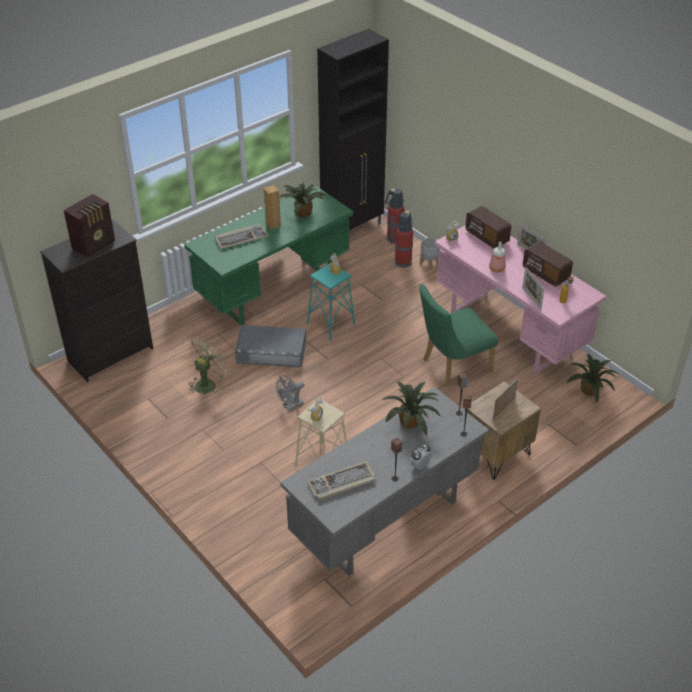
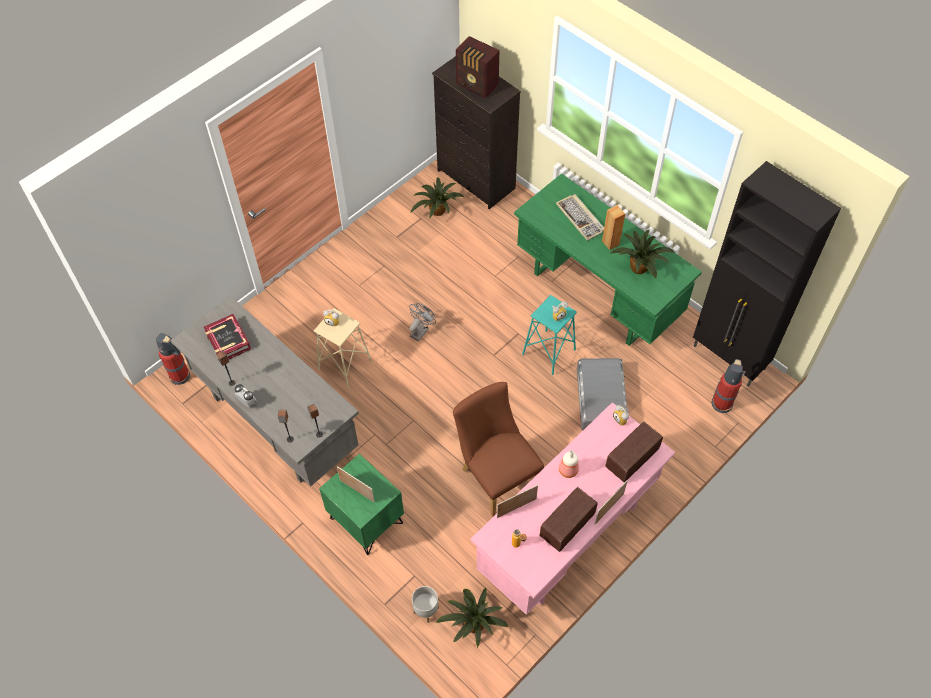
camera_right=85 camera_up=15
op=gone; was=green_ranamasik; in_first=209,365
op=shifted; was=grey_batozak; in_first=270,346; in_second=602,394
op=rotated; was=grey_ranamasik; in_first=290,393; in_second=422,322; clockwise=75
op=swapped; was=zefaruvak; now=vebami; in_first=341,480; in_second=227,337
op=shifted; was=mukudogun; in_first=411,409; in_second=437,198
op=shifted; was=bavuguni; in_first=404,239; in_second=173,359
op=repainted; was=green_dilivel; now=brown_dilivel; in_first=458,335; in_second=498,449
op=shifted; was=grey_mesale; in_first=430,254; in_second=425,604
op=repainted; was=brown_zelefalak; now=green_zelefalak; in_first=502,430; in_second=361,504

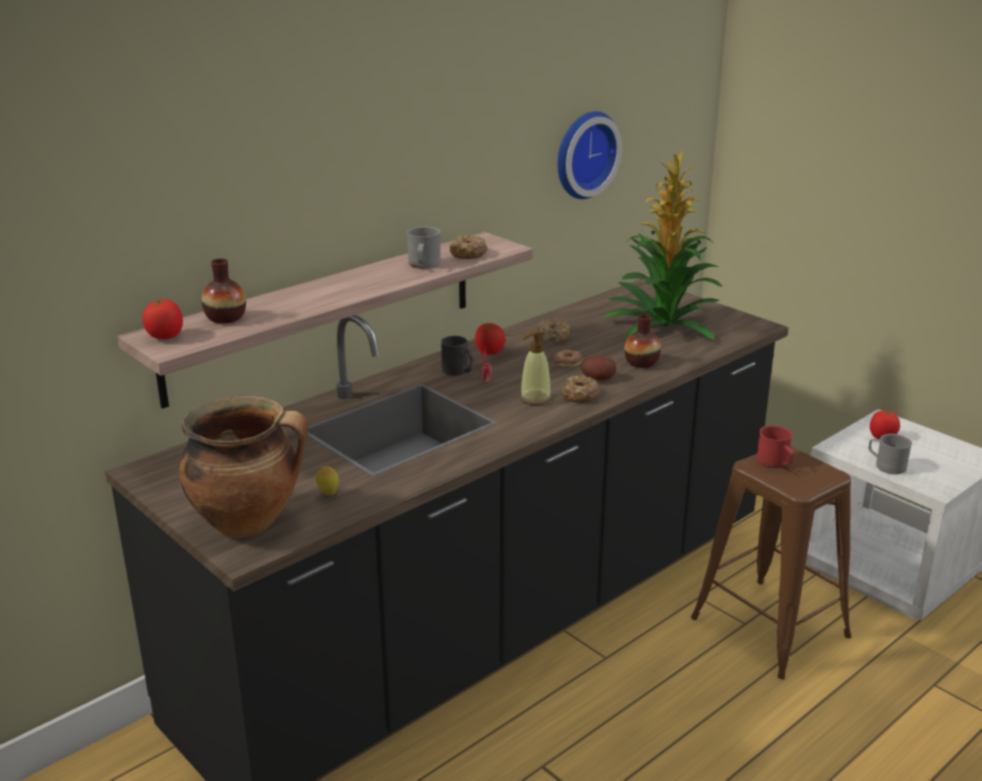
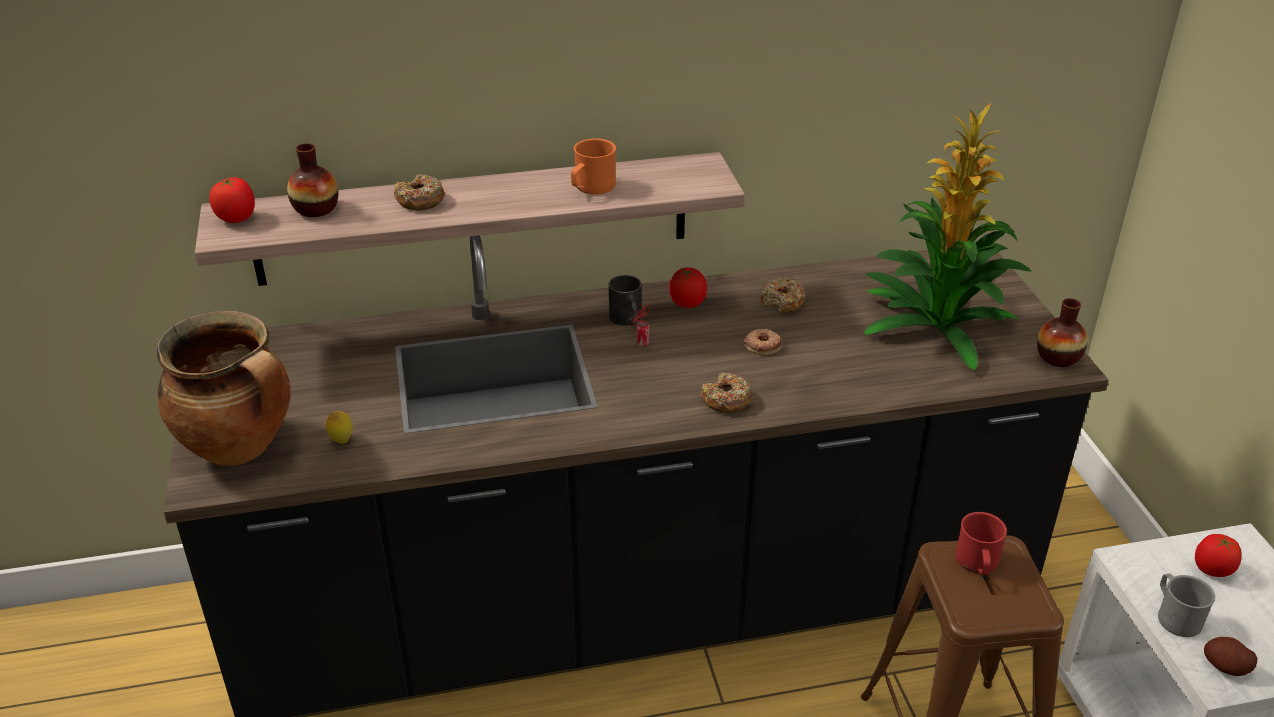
camera_right=30 camera_up=10
op=repainted; was=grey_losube; now=orange_losube; in_first=424,247; in_second=593,166
op=shifted; was=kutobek; in_first=468,247; in_second=419,192
op=gone; was=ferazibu; in_first=535,367
op=gone; was=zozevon; in_first=590,155
op=shifted; was=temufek; in_first=598,367; in_second=1230,656
op=shifted; was=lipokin; in_first=642,341; in_second=1062,332

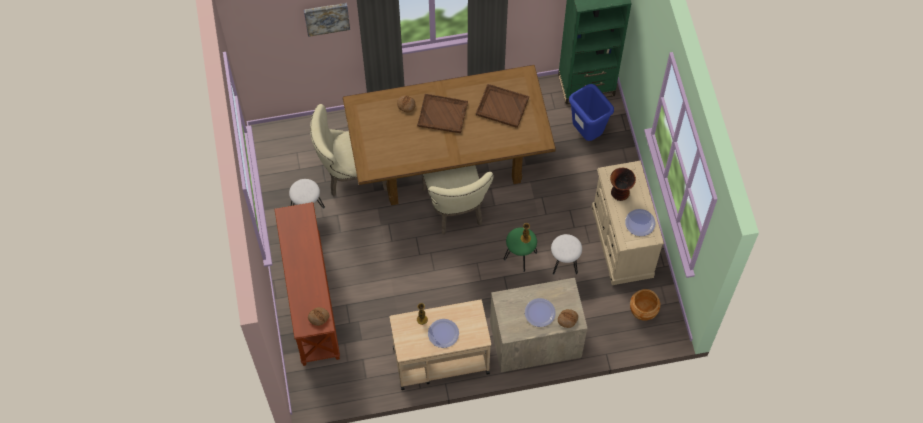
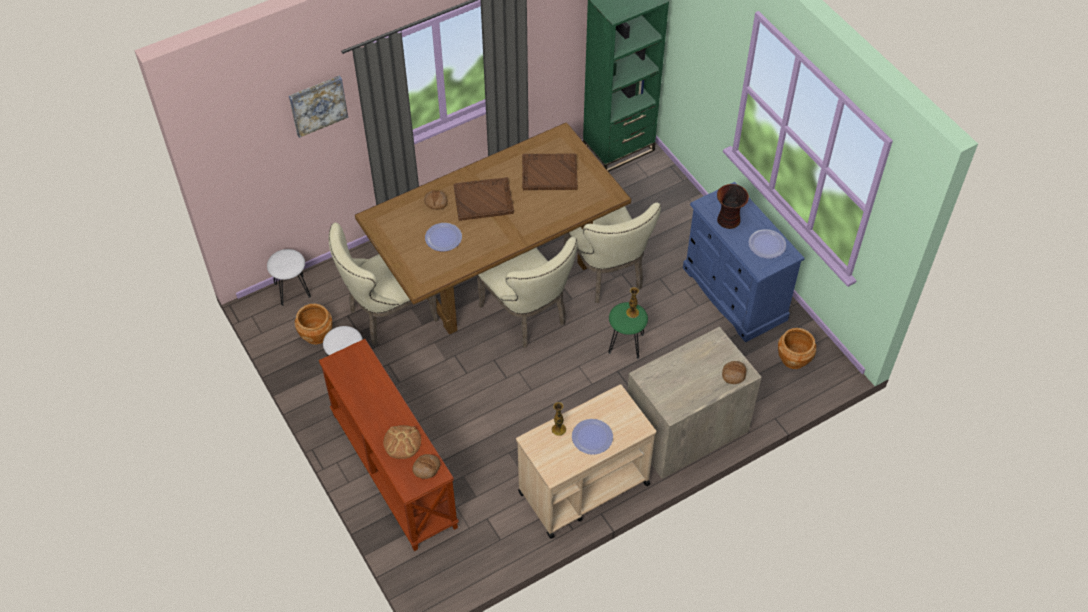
camera_right=-20 camera_up=-10
op=shifted; was=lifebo; in_first=540,312; in_second=443,237
op=shifted; was=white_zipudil; in_first=566,254; in_second=289,277
op=gone; was=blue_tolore; in_first=591,112
op=repainted; was=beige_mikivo; now=blue_mikivo; in_first=628,223; in_second=744,262
op=new; now=brown_mesale; in_second=313,324
op=new; now=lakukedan; in_second=402,442
op=new; now=beige_dilivel; in_second=612,253

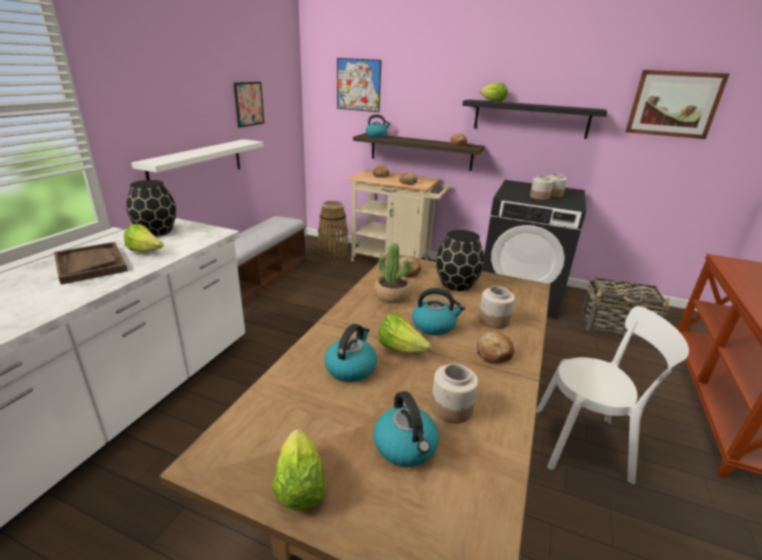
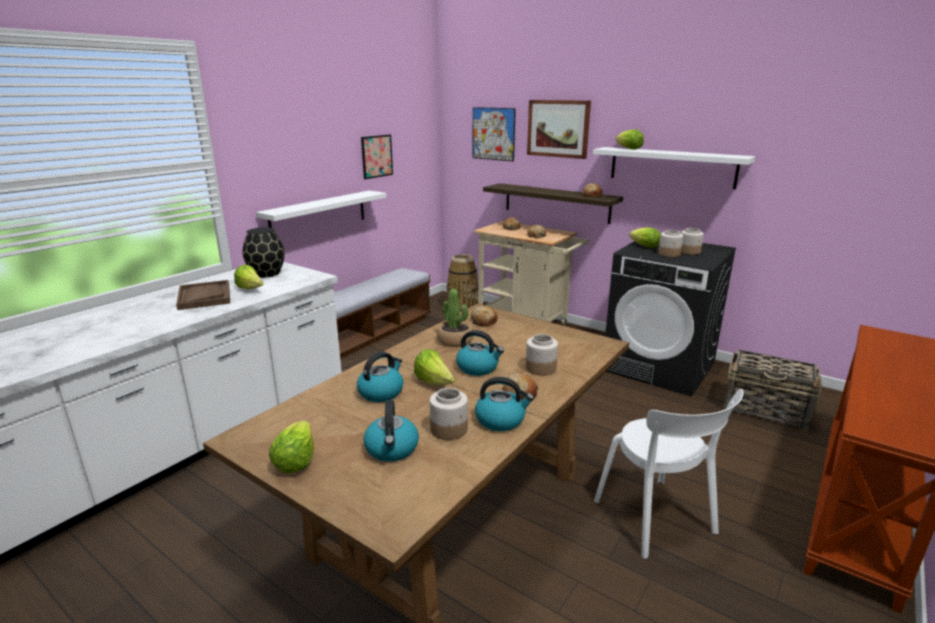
camera_right=15 camera_up=-5
op=shifted; was=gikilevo; in_first=378,126; in_second=504,404
op=gone; was=black_lipokin; in_first=460,260
op=repainted; was=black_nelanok; now=white_nelanok; in_first=534,119; in_second=674,168
op=rotated; was=white_dilivel; in_first=612,395; in_second=669,474; clockwise=45
op=shifted; was=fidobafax; in_first=677,104; in_second=559,129
op=new; now=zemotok; in_second=645,237

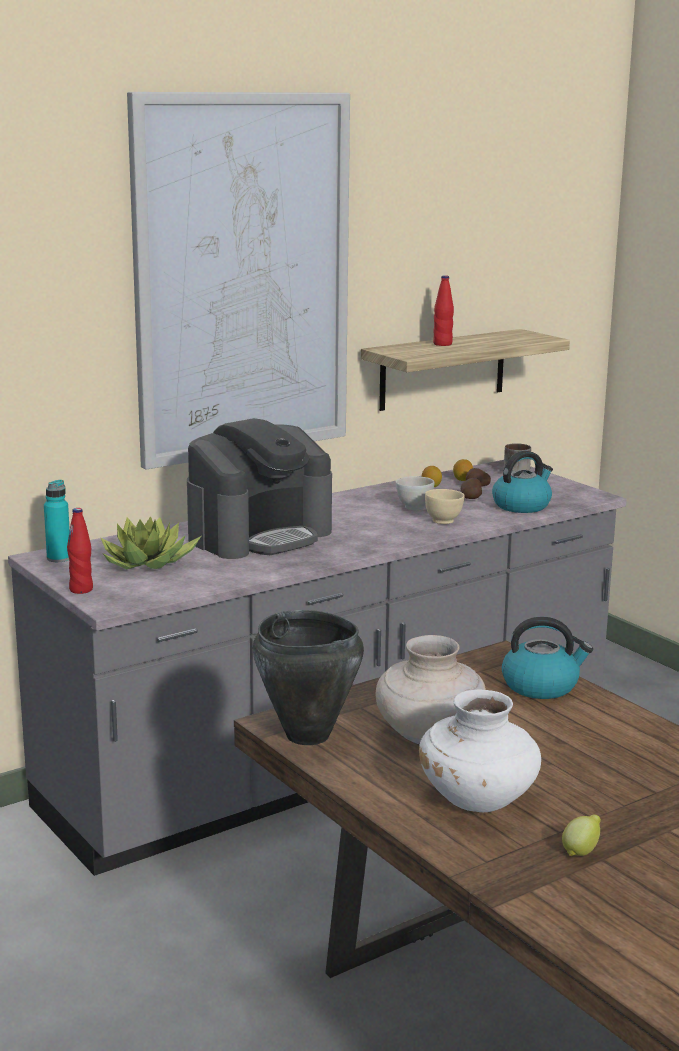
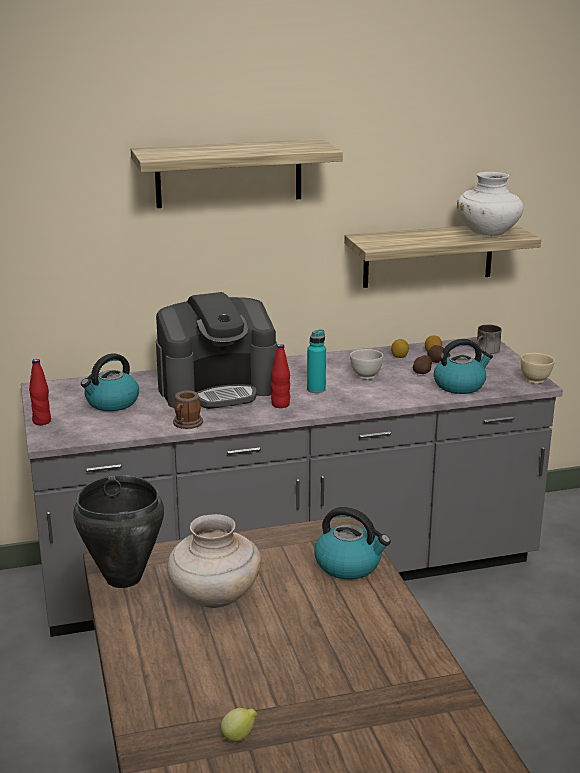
camera_right=20 camera_up=5
op=shifted; was=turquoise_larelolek; in_first=57,521; in_second=316,361
op=swapped; was=mukudogun; now=gikilevo; in_first=151,542; in_second=110,382
op=swapped; was=fidobafax; now=nelanok; in_first=238,280; in_second=237,173
op=shifted; was=white_lipokin; in_first=480,751; in_second=490,204
op=shifted; was=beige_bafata; in_first=445,506; in_second=538,368
op=shifted; was=red_larelolek; in_first=443,310; in_second=280,376
op=new; now=losube; in_second=188,410

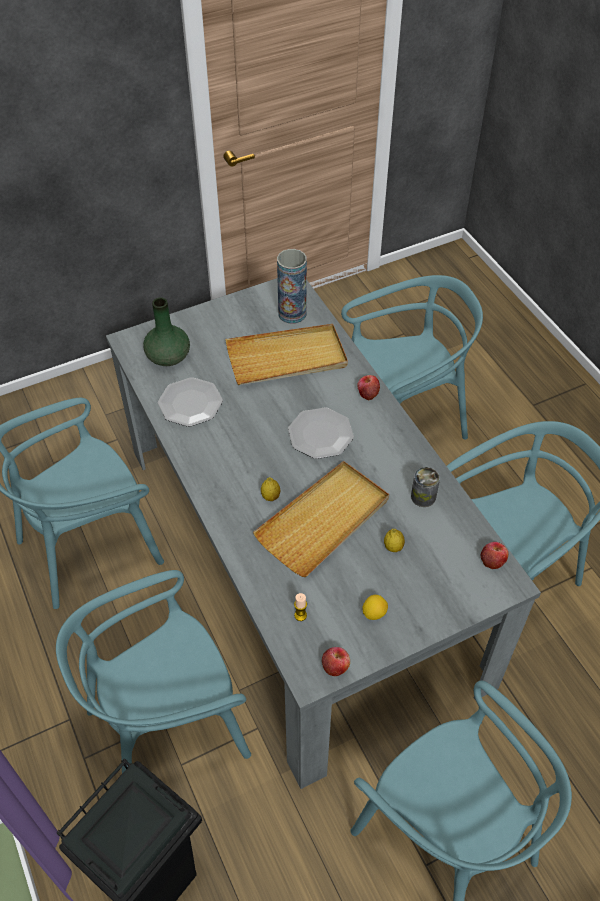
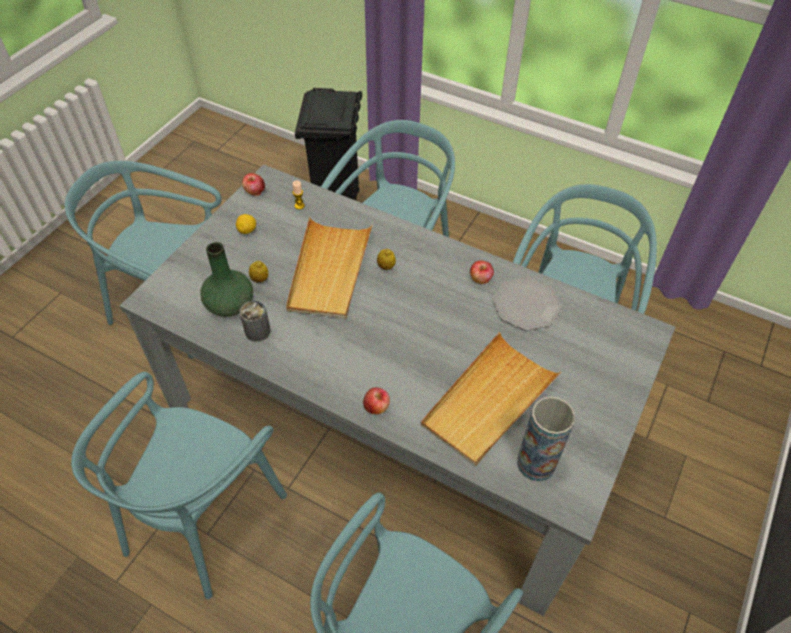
camera_right=145 camera_up=0
op=shifted; was=green_lipokin; in_first=166,331; in_second=226,279
op=gone; was=lifebo; in_first=321,433
op=shifted; was=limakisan; in_first=495,555; in_second=482,272

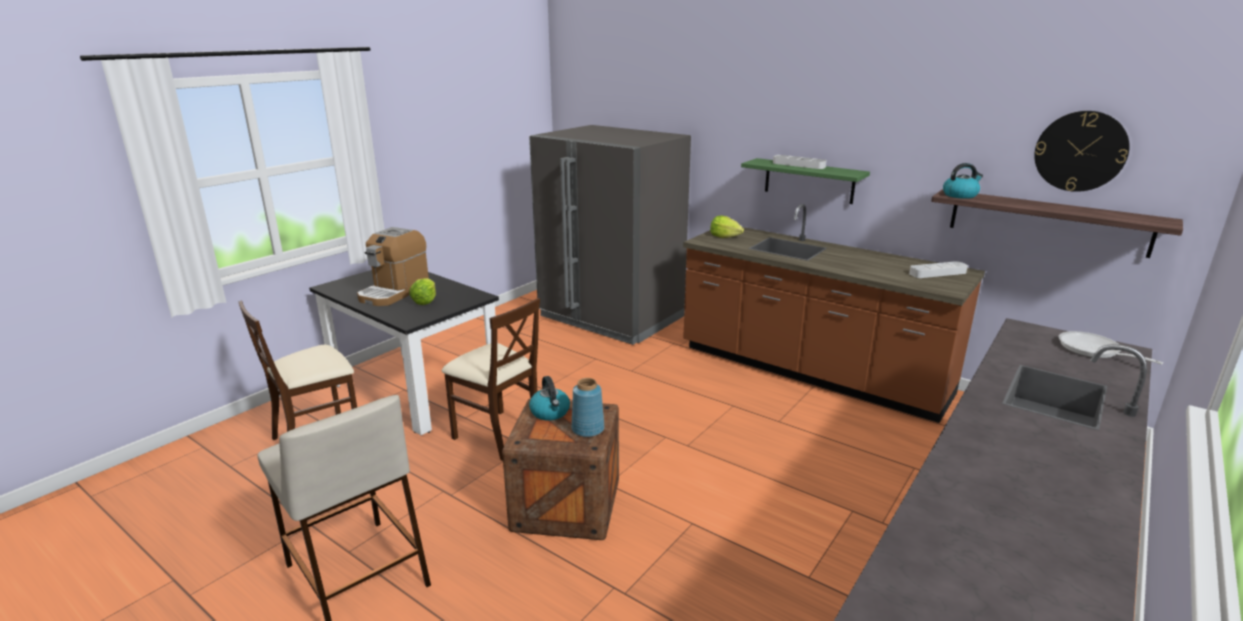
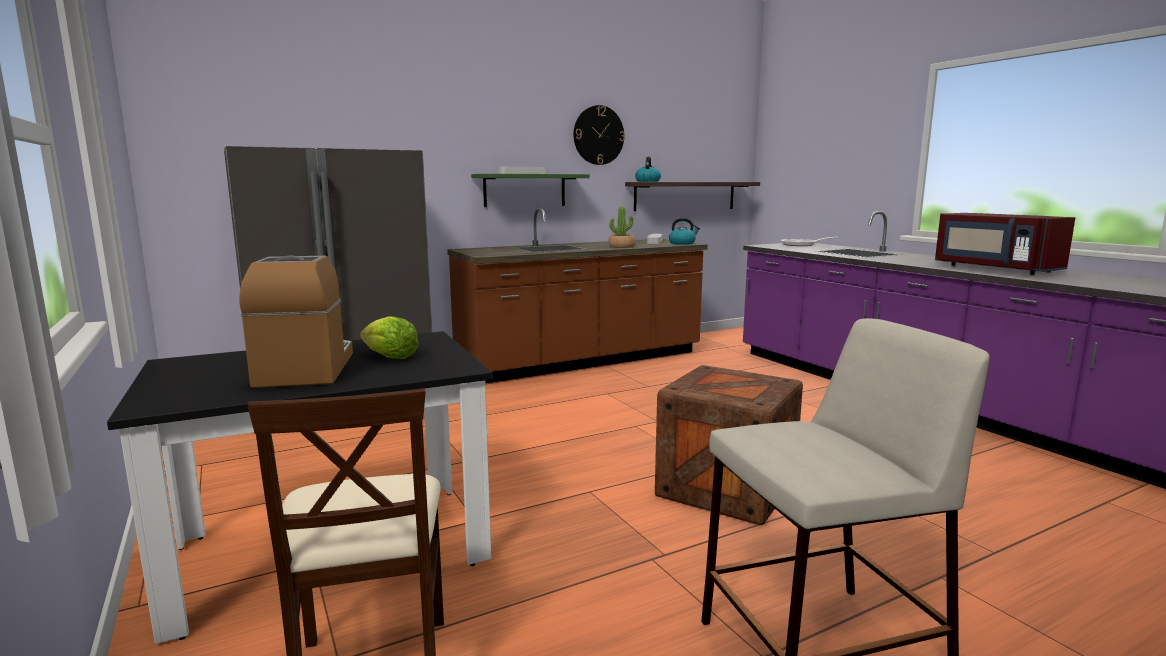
camera_right=-65 camera_up=-10
op=rotated; was=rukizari; in_first=393,266; in_second=296,322; clockwise=-150
op=gone; was=beige_dilivel; in_first=491,379
op=shifted; was=gikilevo; in_first=549,398; in_second=684,231
op=gone; was=blue_lipokin; in_first=588,407
op=gone; was=zemotok; in_first=727,226
op=shifted; was=zozevon; in_first=1082,151; in_second=599,135
op=new; now=mukudogun; in_second=621,227
op=new; now=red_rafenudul; in_second=1005,244

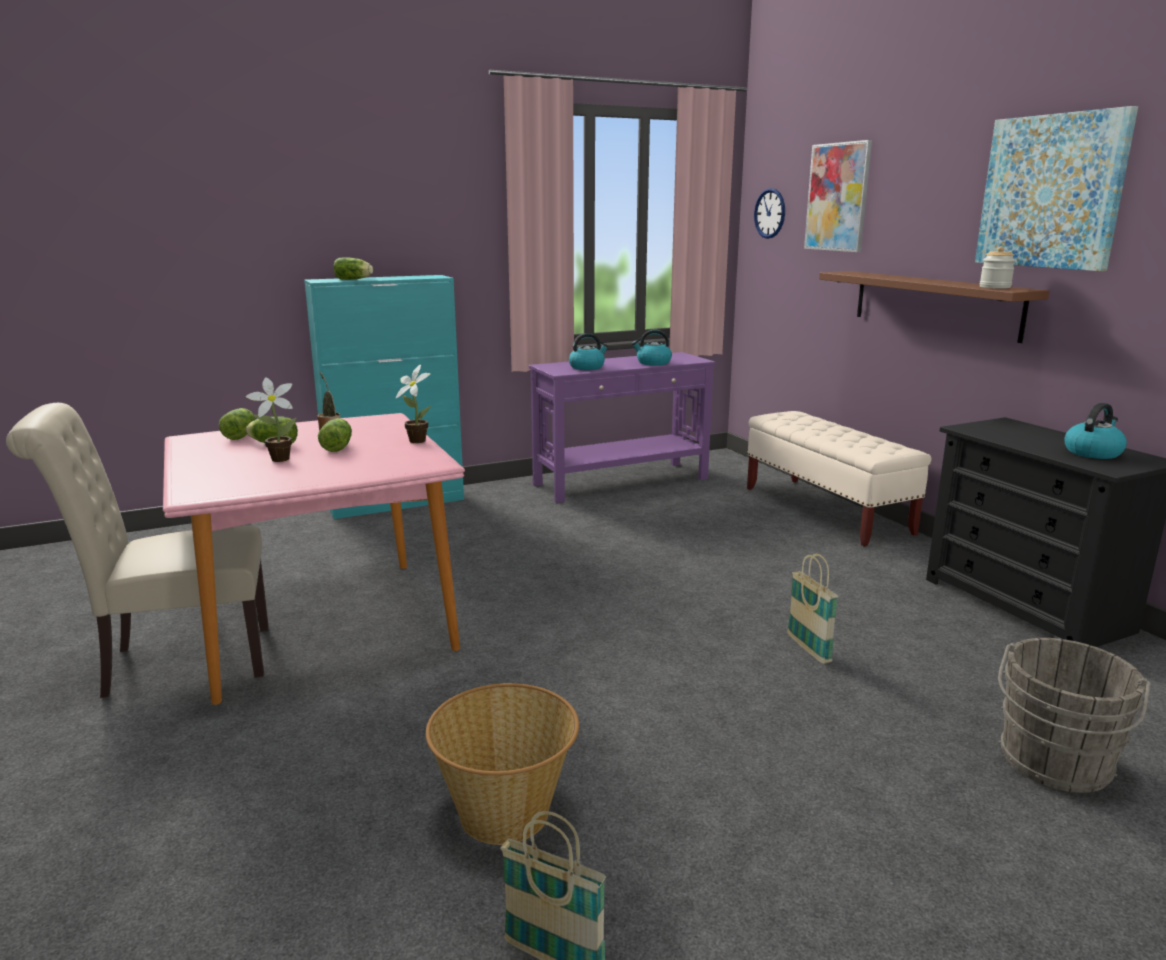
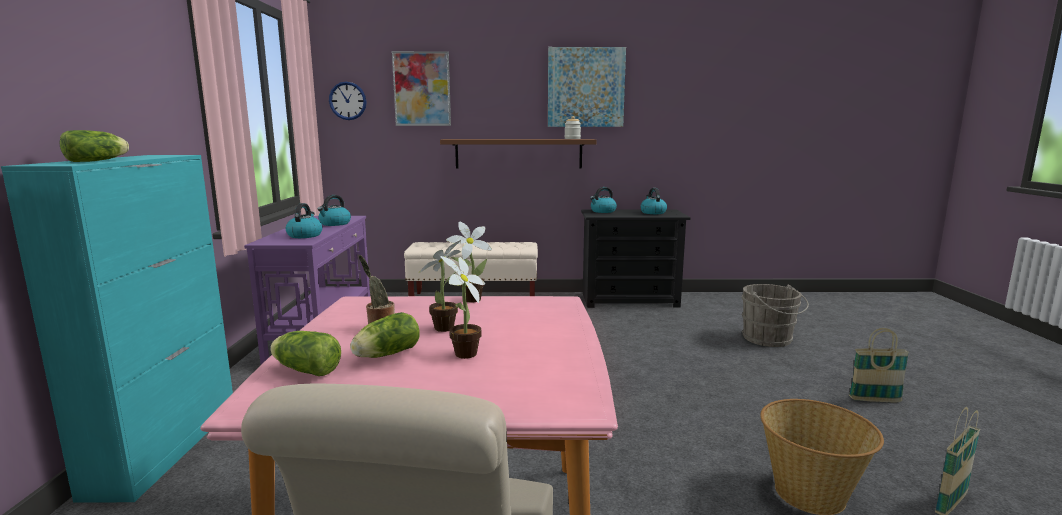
camera_right=-65 camera_up=-5
op=swapped; was=zemotok; now=mukudogun; in_first=335,435; in_second=440,286
op=shifted; was=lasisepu; in_first=812,609; in_second=879,365
op=new; now=gikilevo; in_second=603,200

